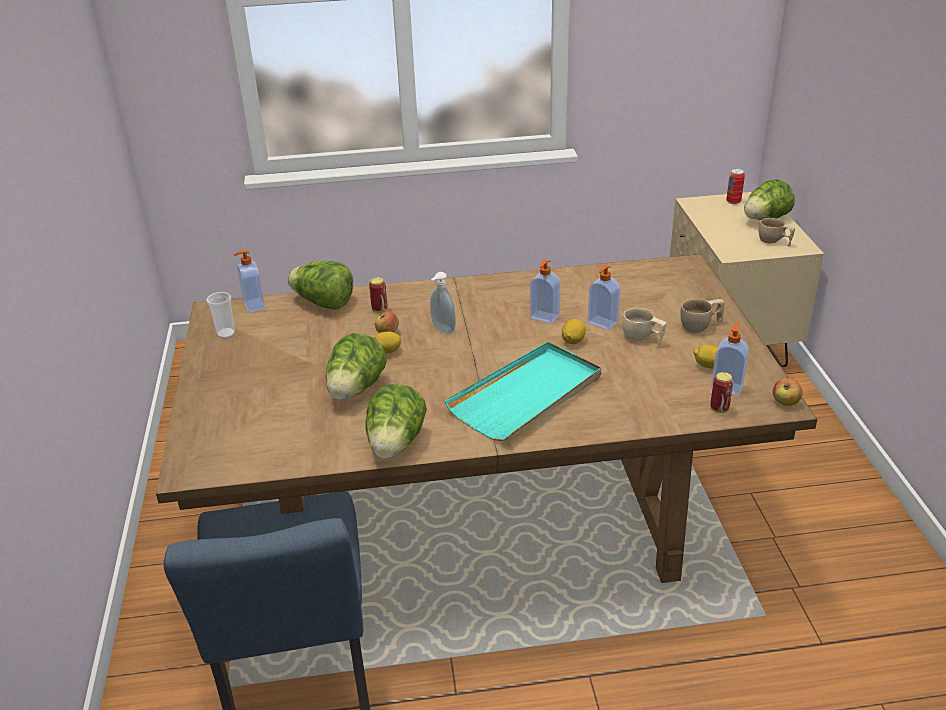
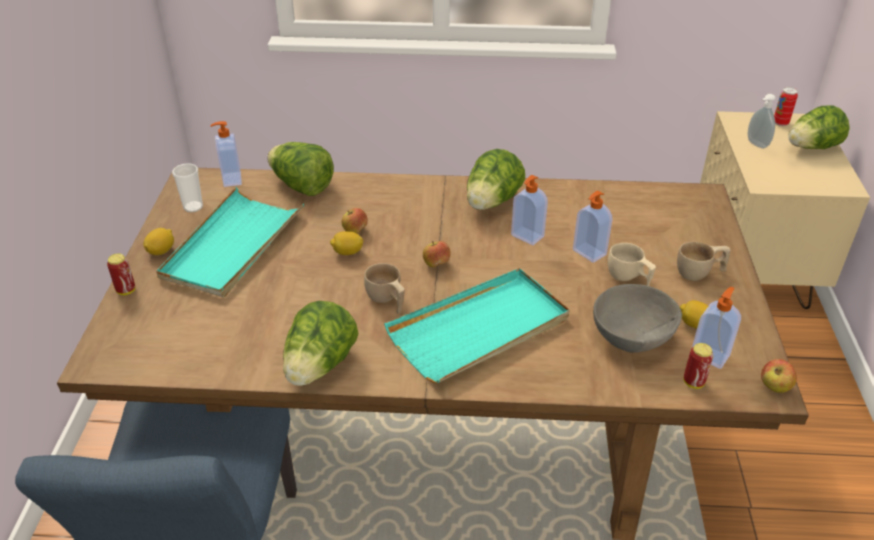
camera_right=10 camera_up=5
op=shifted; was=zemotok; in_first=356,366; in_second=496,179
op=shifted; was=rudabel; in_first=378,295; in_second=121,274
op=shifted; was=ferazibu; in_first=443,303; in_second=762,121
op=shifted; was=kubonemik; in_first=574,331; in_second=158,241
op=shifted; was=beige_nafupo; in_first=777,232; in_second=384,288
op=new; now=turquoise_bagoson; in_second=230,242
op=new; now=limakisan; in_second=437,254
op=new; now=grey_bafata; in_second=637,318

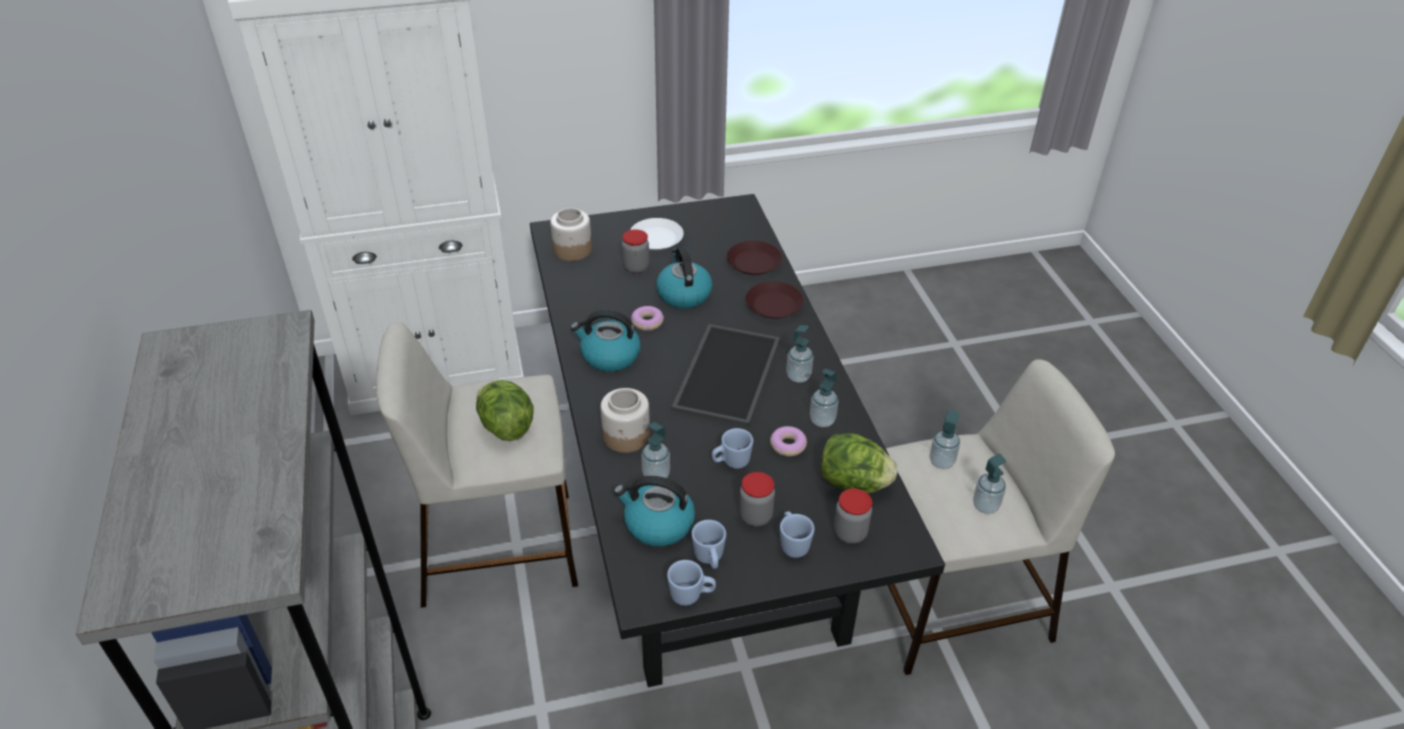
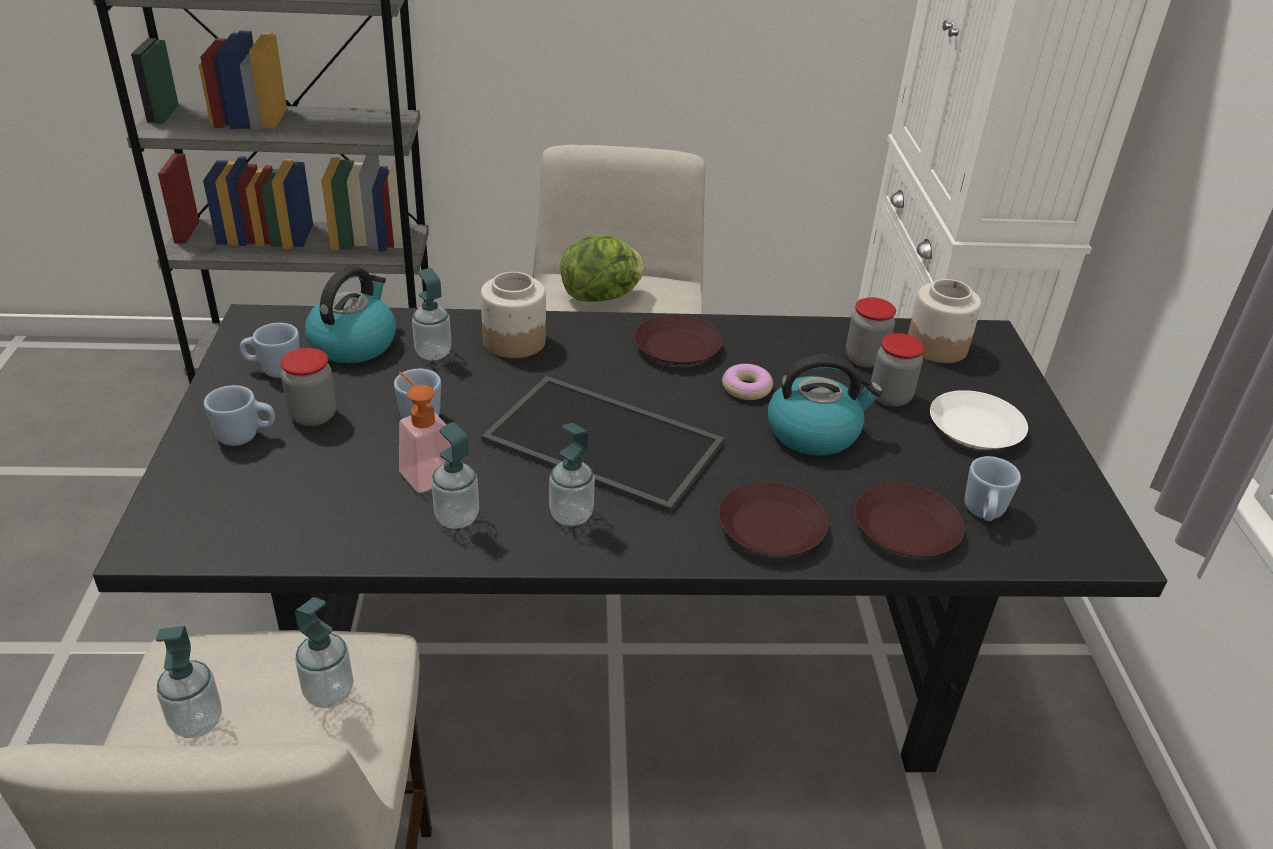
camera_right=100 camera_up=-5
op=swapped; was=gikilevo; now=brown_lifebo; in_first=605,341; in_second=678,340
op=shifted; was=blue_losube; in_first=691,583; in_second=993,488
op=swapped; was=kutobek; now=ferazibu; in_first=788,441; in_second=425,432
op=gone; was=zemotok; in_first=859,463
op=shifted; was=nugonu; in_first=853,516; in_second=871,332

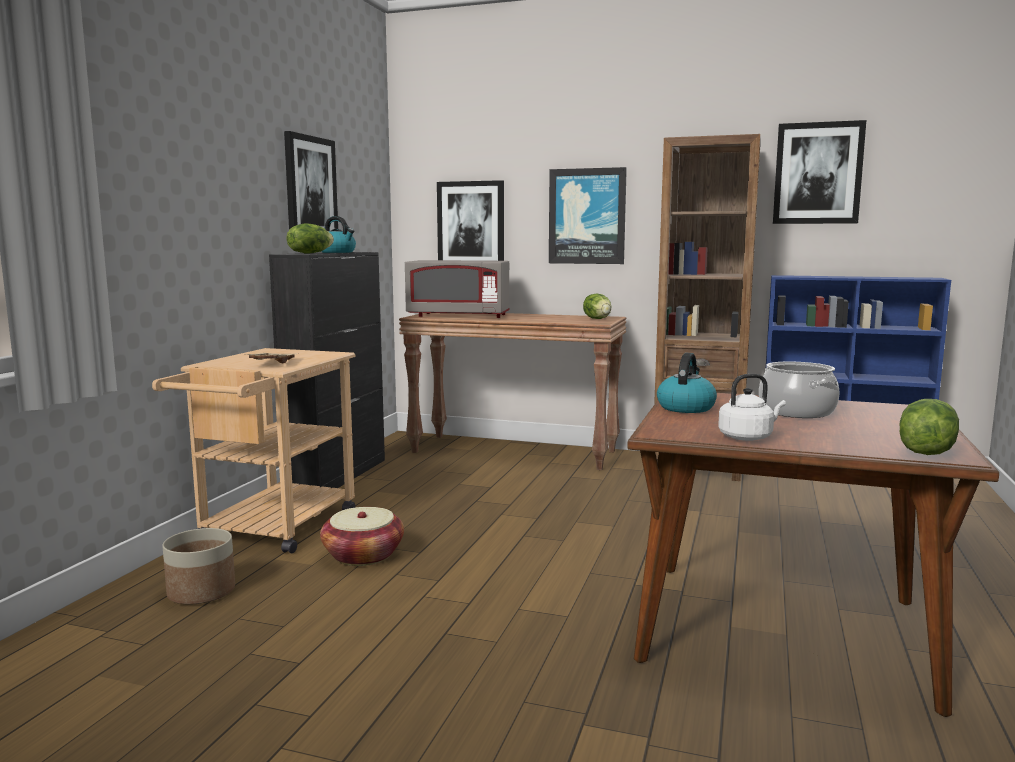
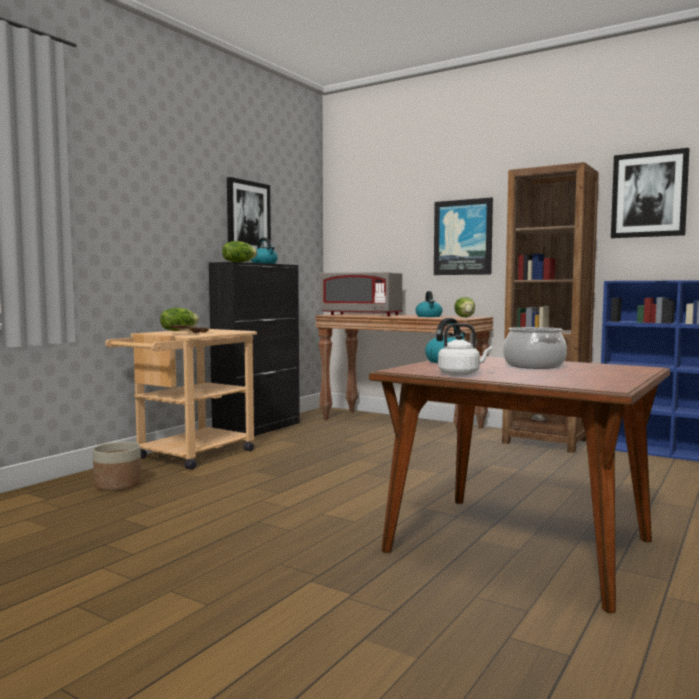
camera_right=15 camera_up=-5
op=gone; was=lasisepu; in_first=362,536
op=gone; was=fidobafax; in_first=470,220
op=shifted; was=zemotok; in_first=929,427; in_second=179,319
op=new; now=gikilevo; in_second=429,304

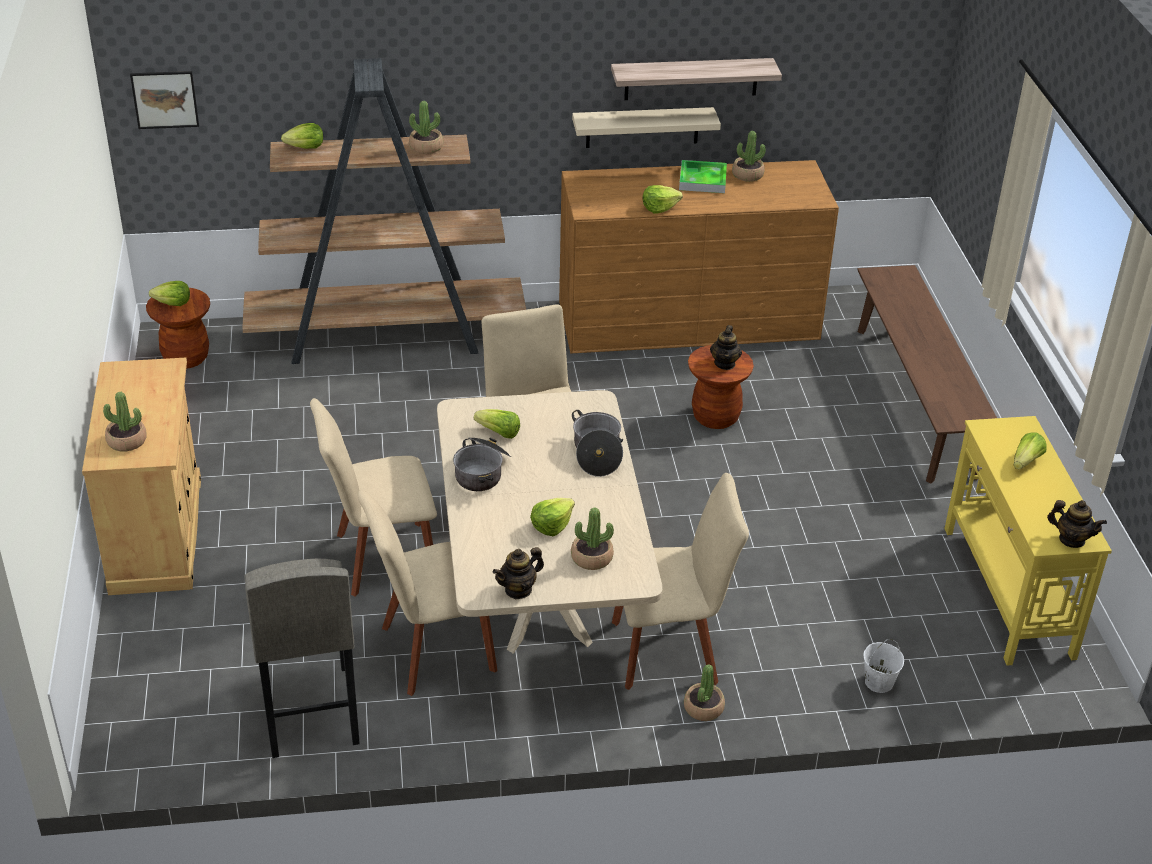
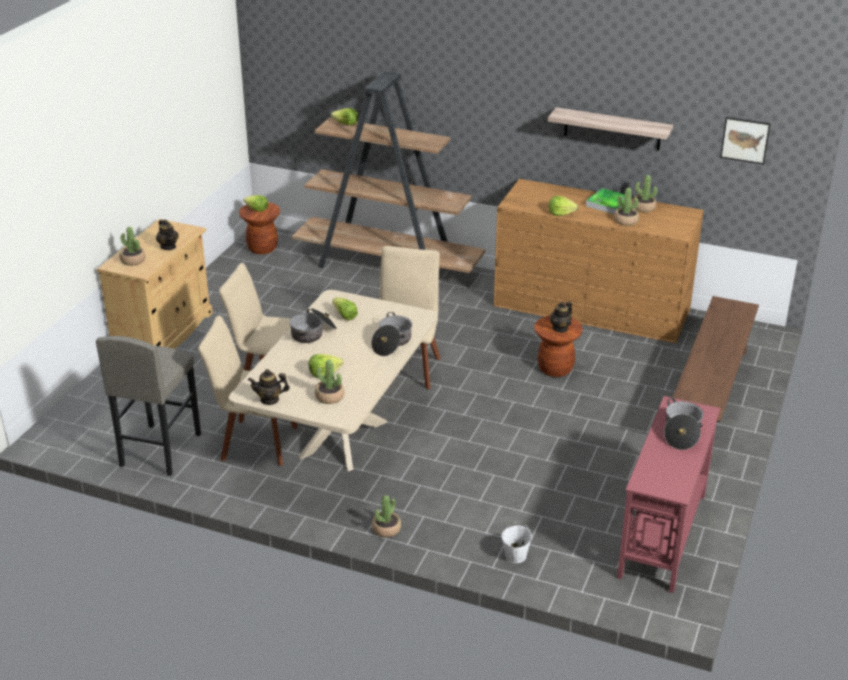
camera_right=30 camera_up=-5
op=shifted; was=fidobafax; in_first=164,100; in_second=745,141
op=shifted; was=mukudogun; in_first=426,127; in_second=626,207
op=gone; was=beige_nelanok; in_first=646,127
op=gone; was=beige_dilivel; in_first=680,581
op=repainted; was=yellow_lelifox; now=red_lelifox; in_first=1028,541; in_second=668,494
op=swapped; was=zemotok; now=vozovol; in_first=1030,450; in_second=684,424
op=shifted; was=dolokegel; in_first=1077,524; in_second=167,235

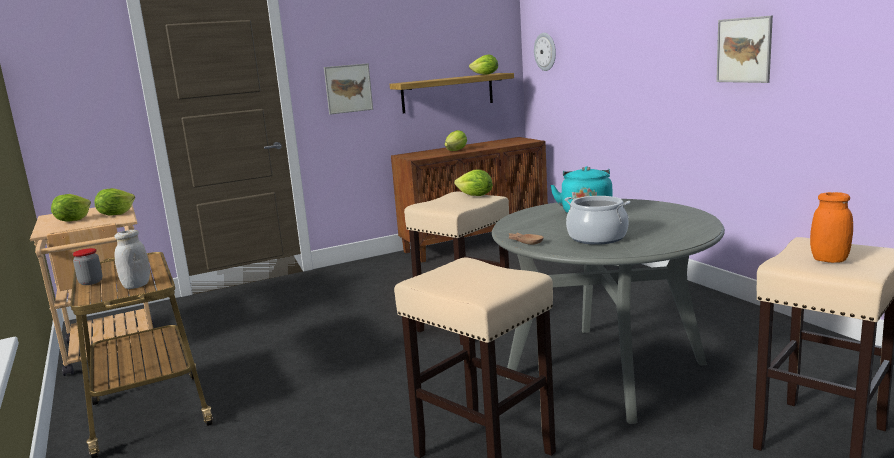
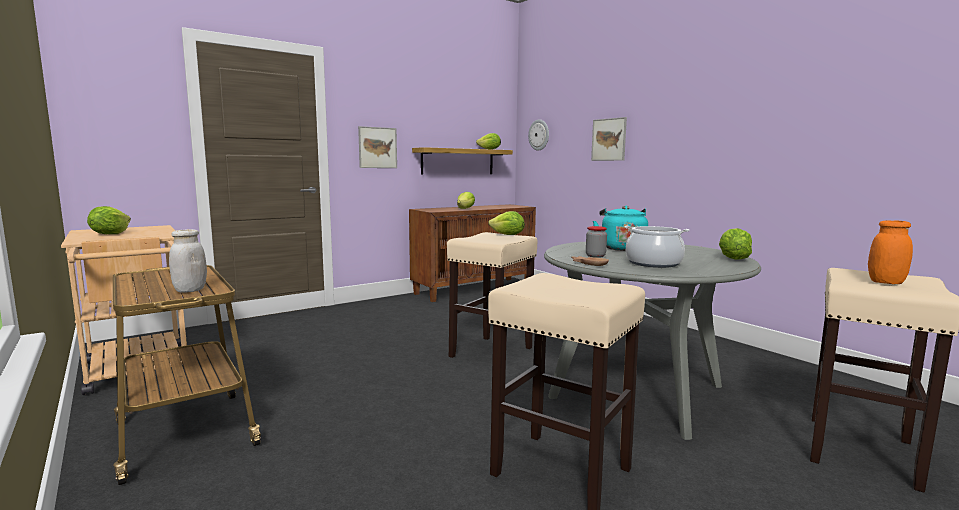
camera_right=-10 camera_up=-5
op=shifted; was=nugonu; in_first=87,266; in_second=596,242
op=shifted; was=zemotok; in_first=115,201; in_second=735,244
op=shifted; was=fidobafax; in_first=744,49; in_second=609,139

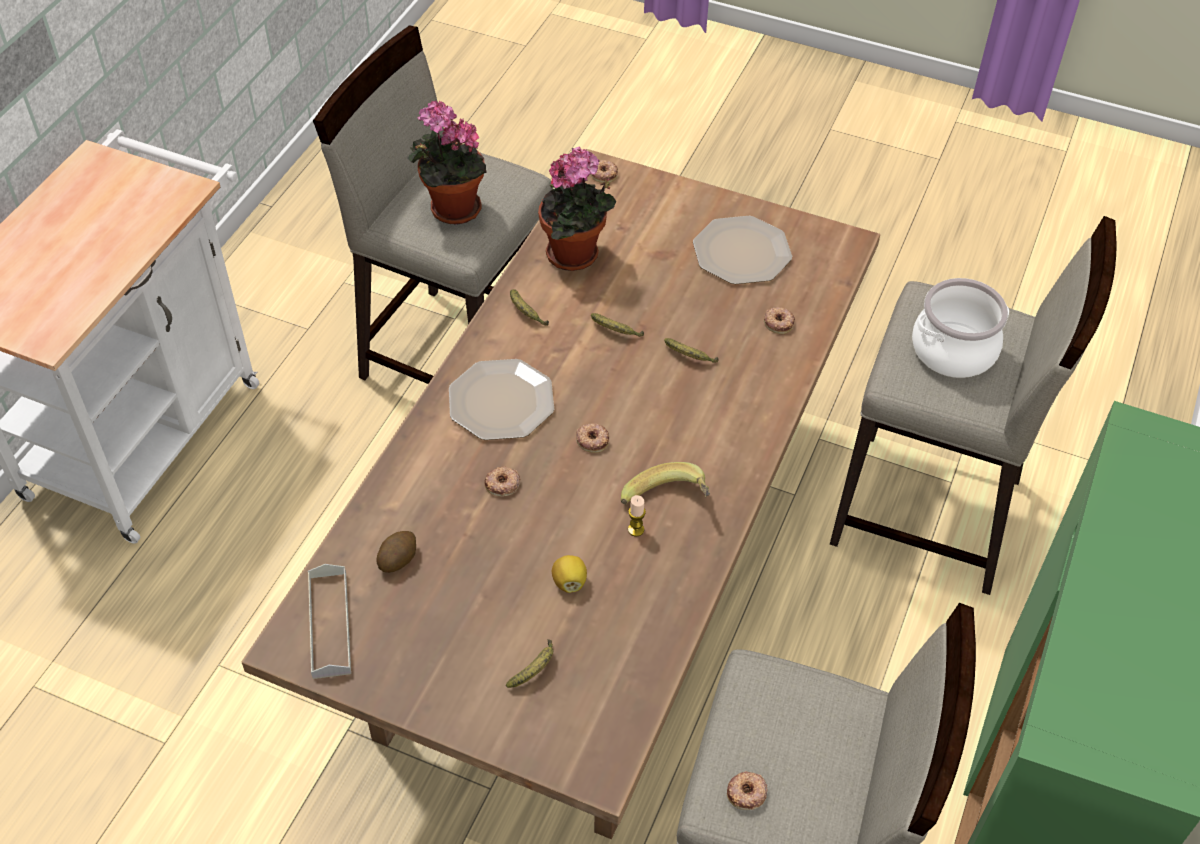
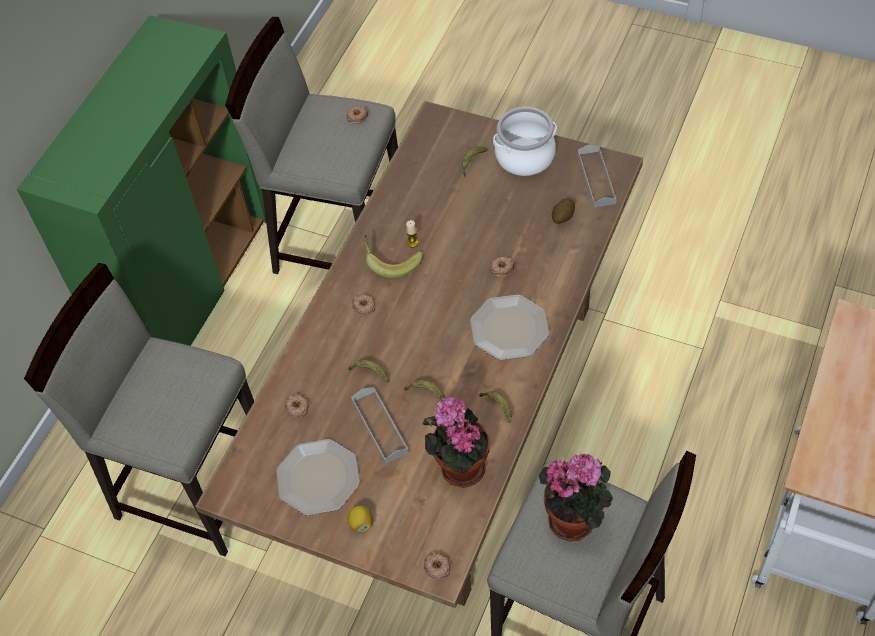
camera_right=-175 camera_up=5
op=shifted; was=kubonemik; in_first=569,574; in_second=360,519
op=shifted; was=kutobek; in_first=592,438; in_second=364,304
op=shifted; was=vozovol; in_first=960,328; in_second=525,141
op=new; now=grey_bagoson; in_second=380,425

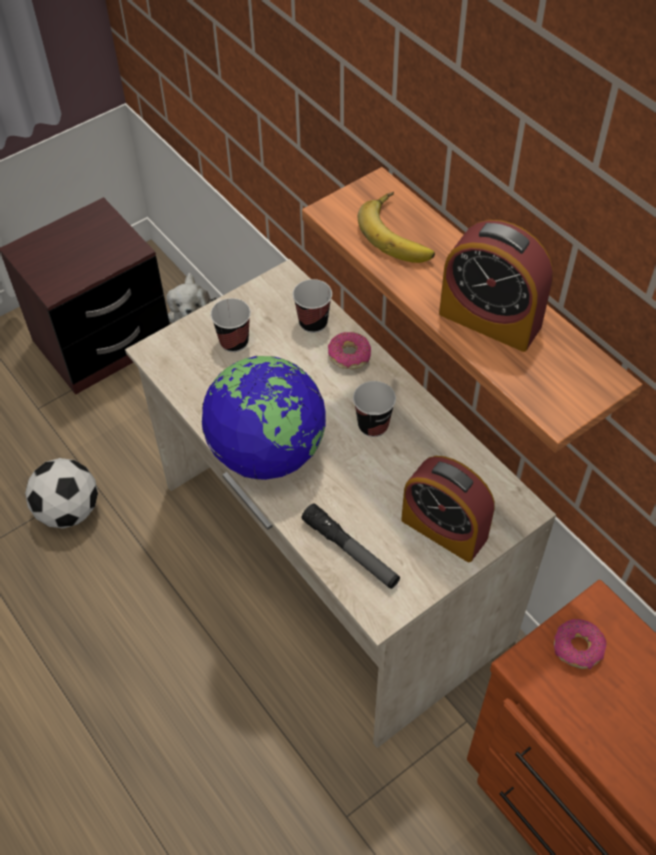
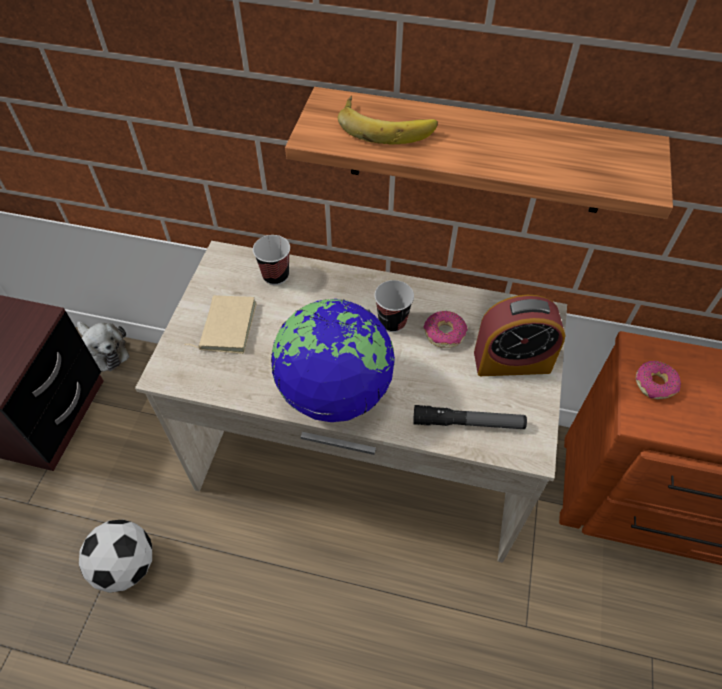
camera_right=-40 camera_up=0
op=swapped; was=nafupo; now=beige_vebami; in_first=230,325; in_second=220,324
op=shifted; was=kutobek; in_first=349,350; in_second=446,329
op=gone; was=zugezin; in_first=496,286

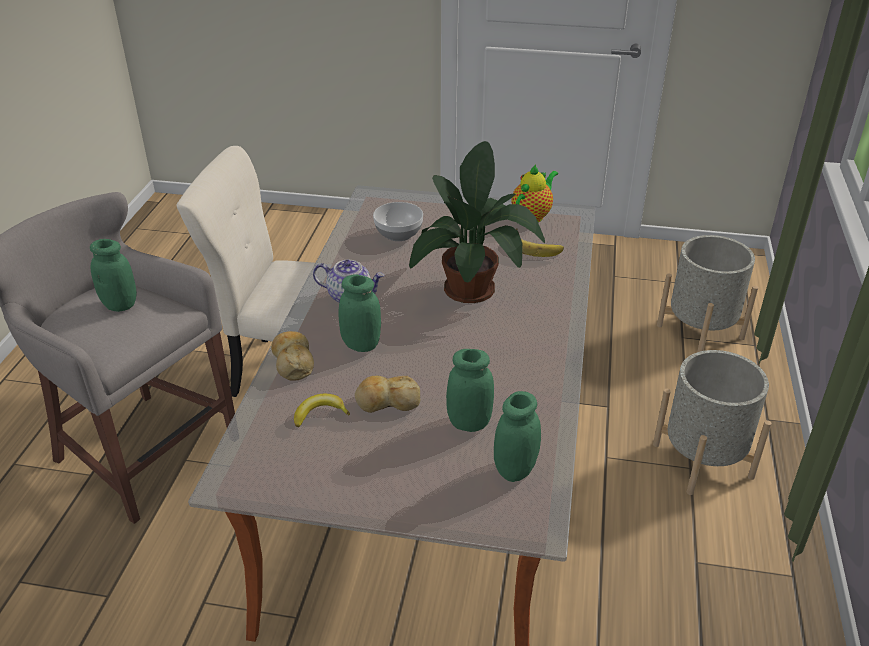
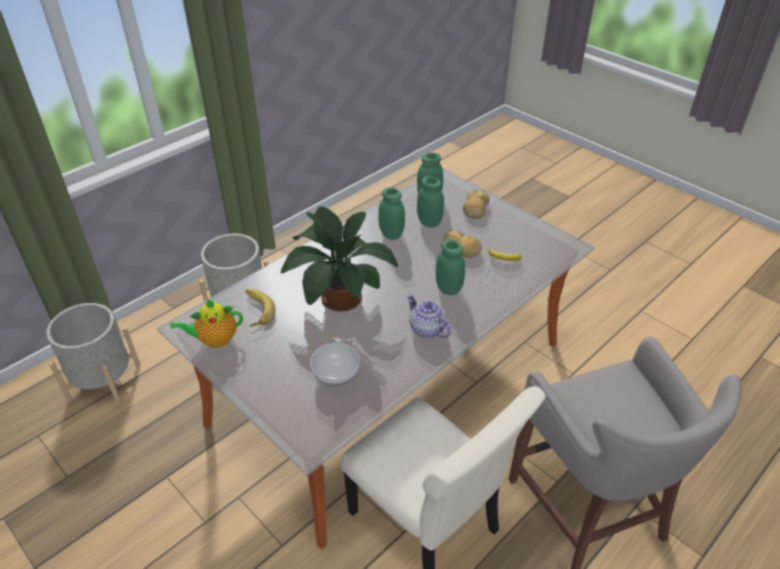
camera_right=-145 camera_up=5
op=shifted; was=green_nugonu; in_first=113,275; in_second=391,213
op=shifted; was=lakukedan; in_first=292,356; in_second=476,204

